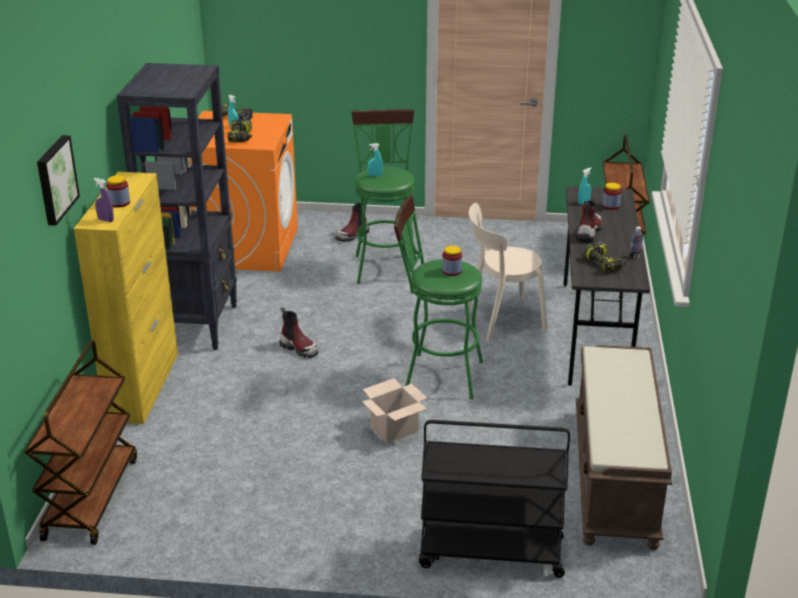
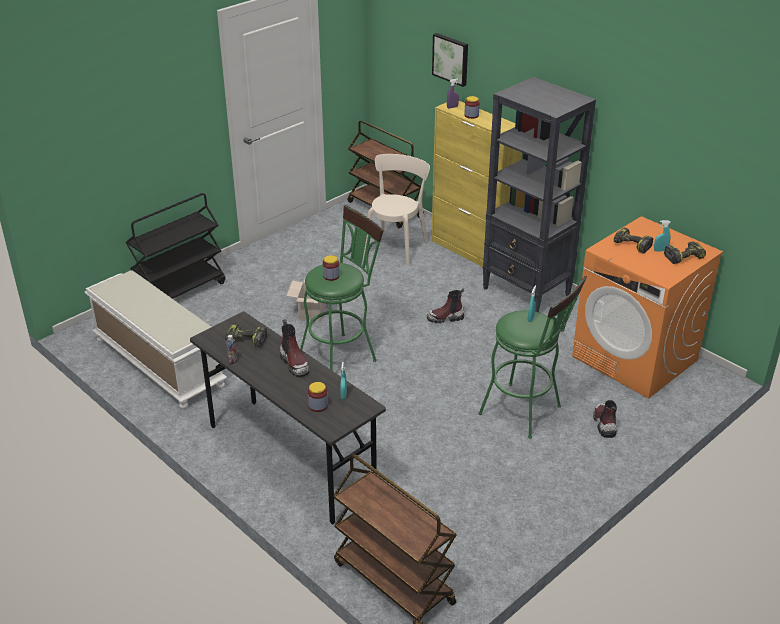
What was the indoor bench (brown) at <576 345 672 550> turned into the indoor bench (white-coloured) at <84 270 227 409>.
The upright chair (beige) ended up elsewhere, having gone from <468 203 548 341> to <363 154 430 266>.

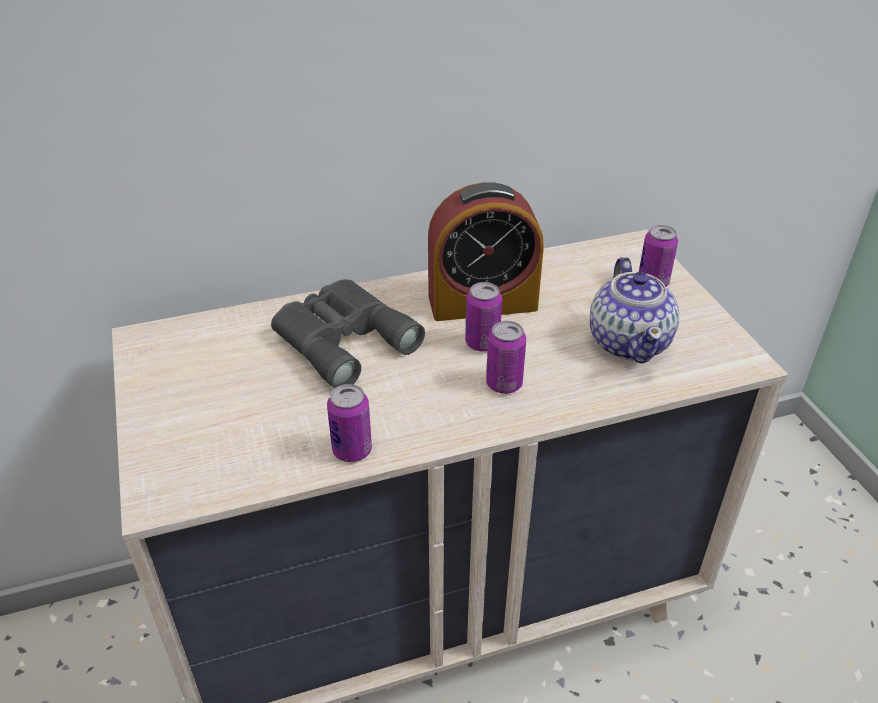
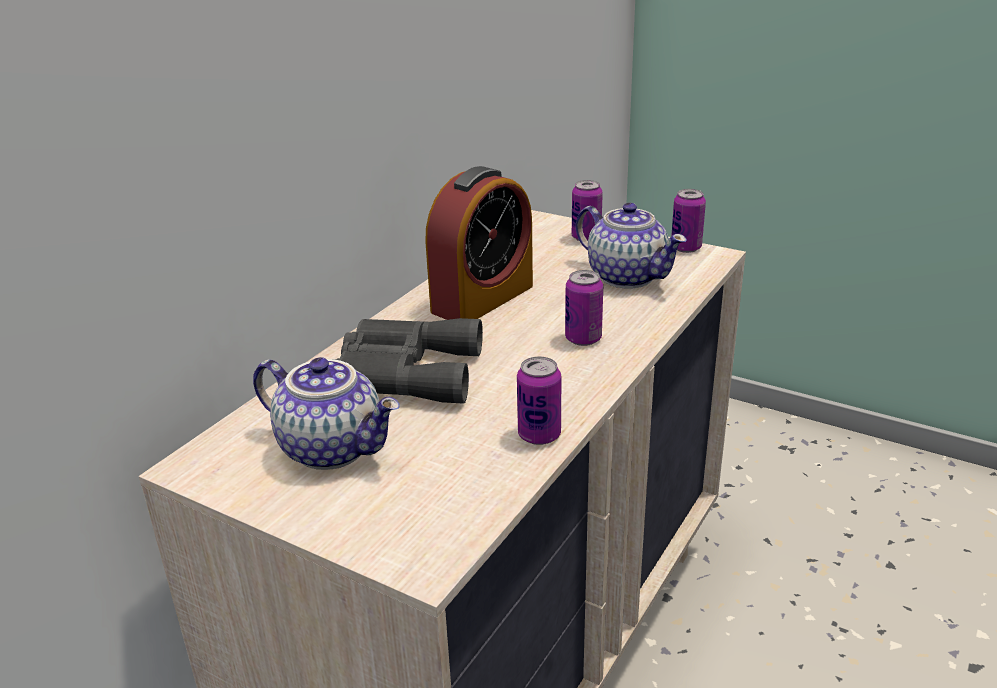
The second view gained the tea pot at <253 357 400 470>.
The metal can ended up elsewhere, having gone from <465 282 502 352> to <672 189 706 253>.

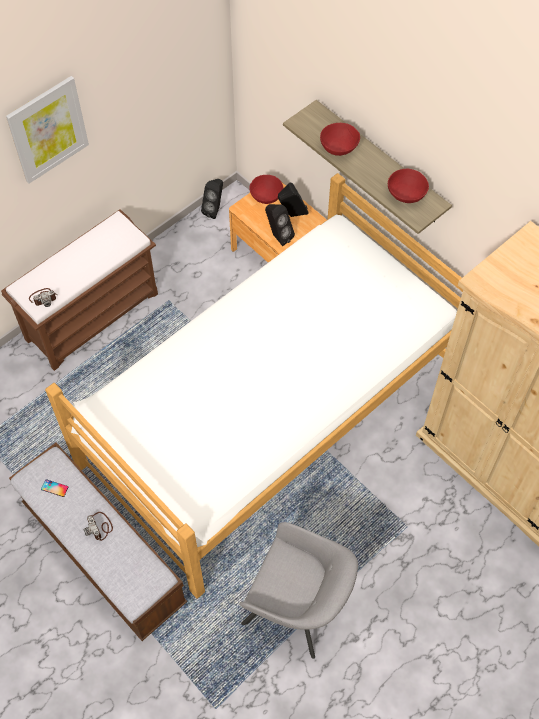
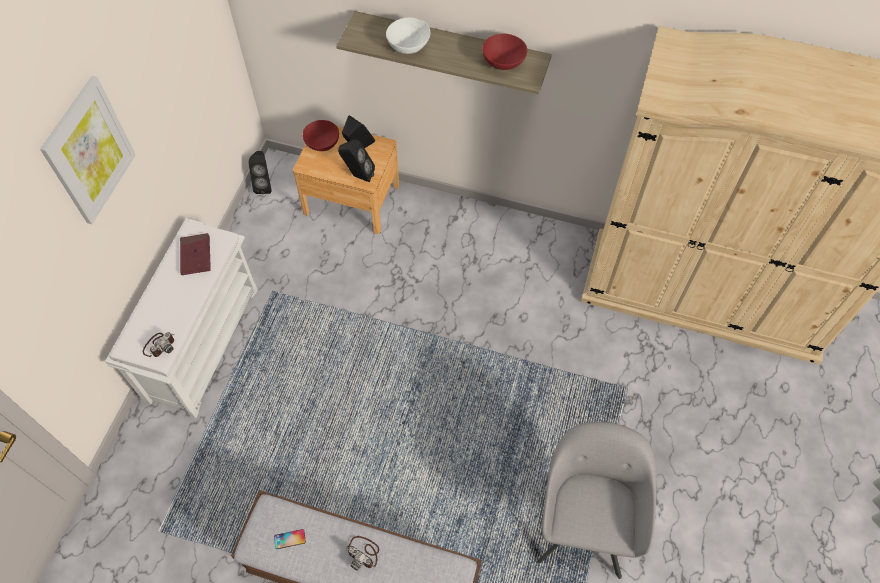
What was the indoor bench (brown) at <1 209 158 371> turned into the indoor bench (white-coloured) at <105 218 258 418>.
The second view gained the bound book (red-coloured) at <180 233 211 275>.
What was the serving bowl (red-coloured) at <320 123 360 156> turned into the serving bowl (white-coloured) at <386 17 430 54>.
The lounge chair (greyish) at <240 522 358 659> ended up facing another way, 75 degrees counterclockwise from before.
The second view lost the sleeping bed at <45 173 463 599>.

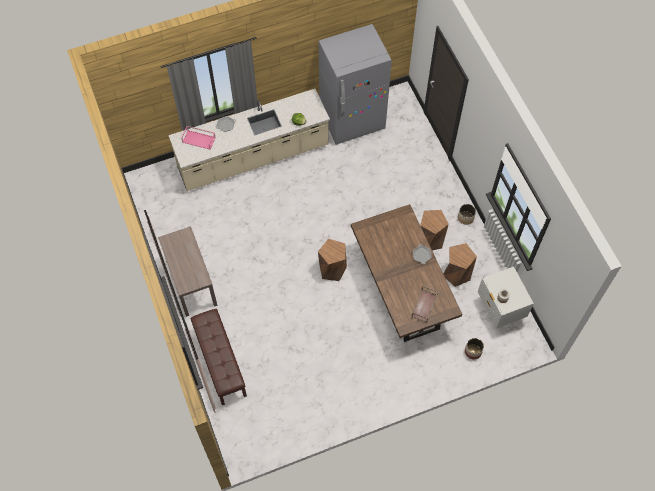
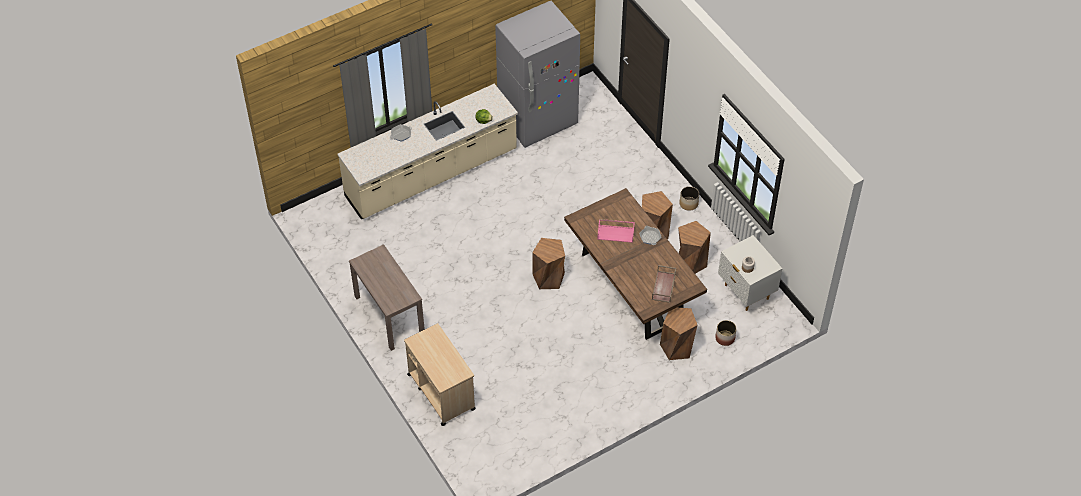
Where the indoor bench (brown) stood at <191 309 247 405>, the wheeled cart (beige) came to stand at <404 323 476 426>.
The serving tray (pinkish) ended up elsewhere, having gone from <182 126 216 150> to <597 219 635 243>.
The second view gained the stool seat (brown) at <660 308 697 360>.

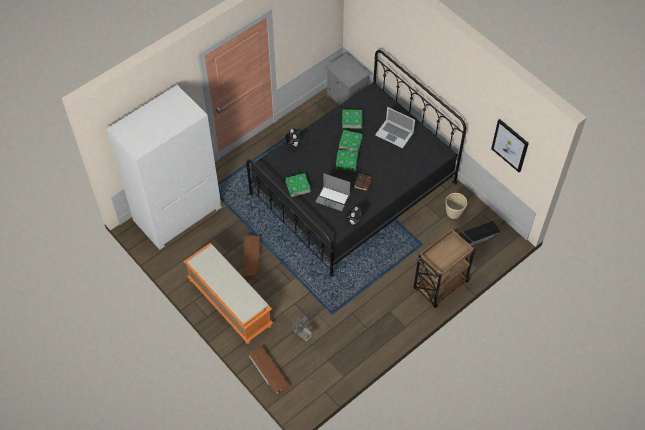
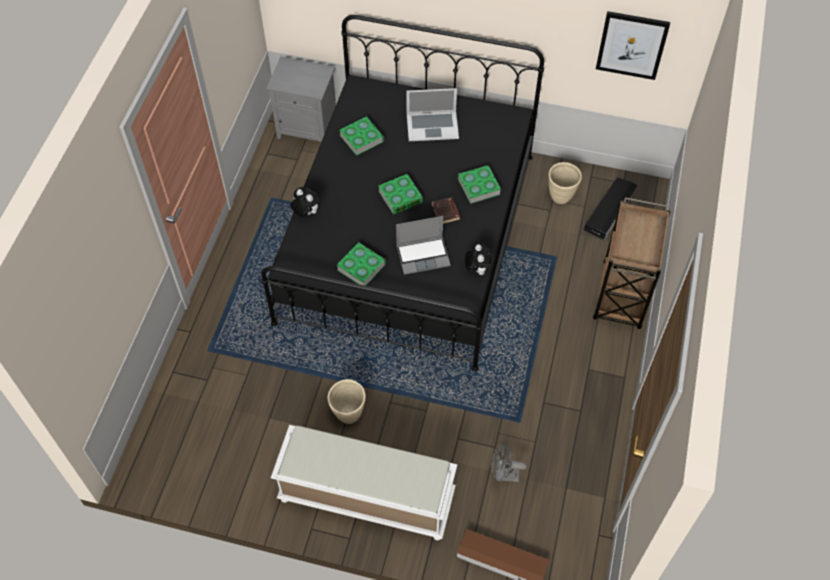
What was the indoor bench (orange) at <184 243 273 344> turned into the indoor bench (white-coloured) at <271 425 457 540>.
Where the storage container (brown) stood at <243 235 260 280>, the plant pot (beige) came to stand at <328 379 366 424>.
The bound book ended up elsewhere, having gone from <339 130 363 152> to <458 165 501 204>.
The second view lost the clothes cupboard (white-coloured) at <107 85 222 250>.

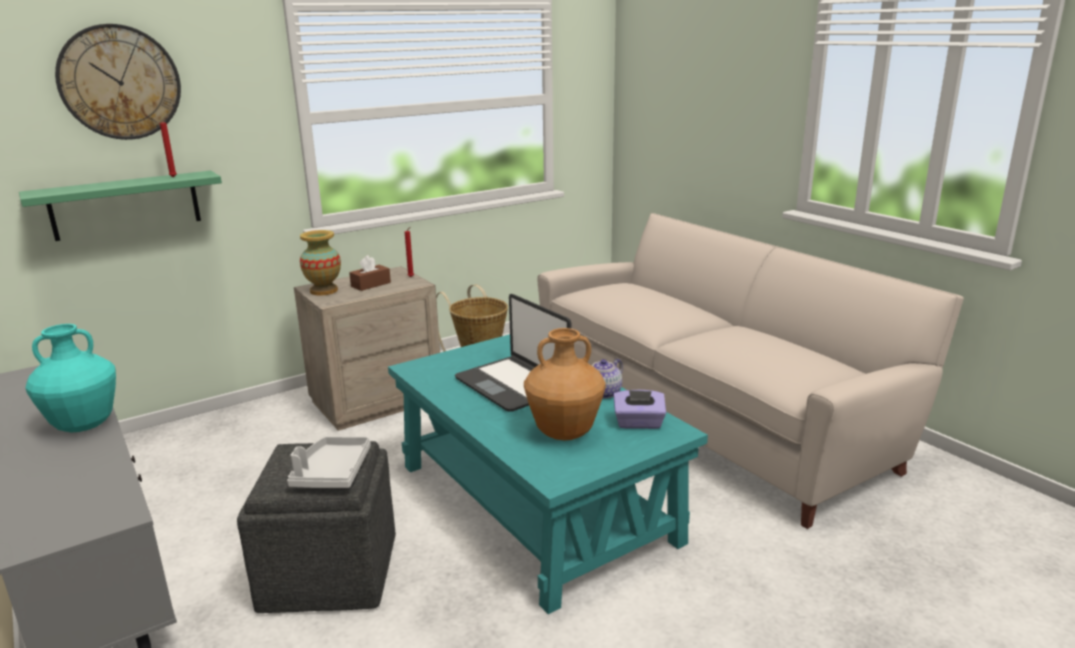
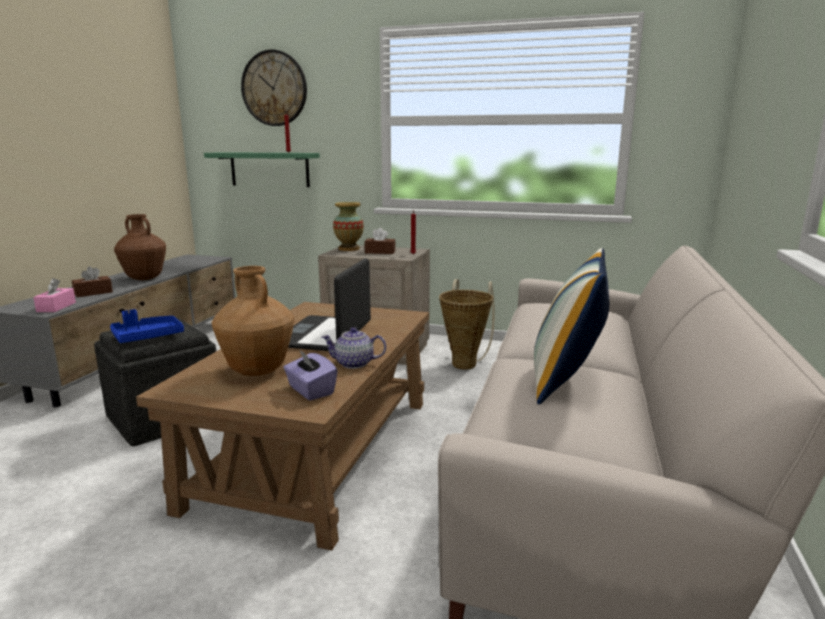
The second view gained the tissue box (pinkish) at <33 278 76 312>.
The second view gained the tissue box (brown) at <72 266 113 297>.
What was the serving tray (greyish) at <287 437 371 488> turned into the serving tray (bluish) at <110 309 184 343>.
What was the flower vase (turquoise) at <25 324 116 432> turned into the flower vase (brown) at <114 214 166 280>.
What was the lounge table (turquoise) at <388 334 708 614> turned into the lounge table (brown) at <136 302 429 550>.
The second view gained the pillow at <534 248 609 404>.

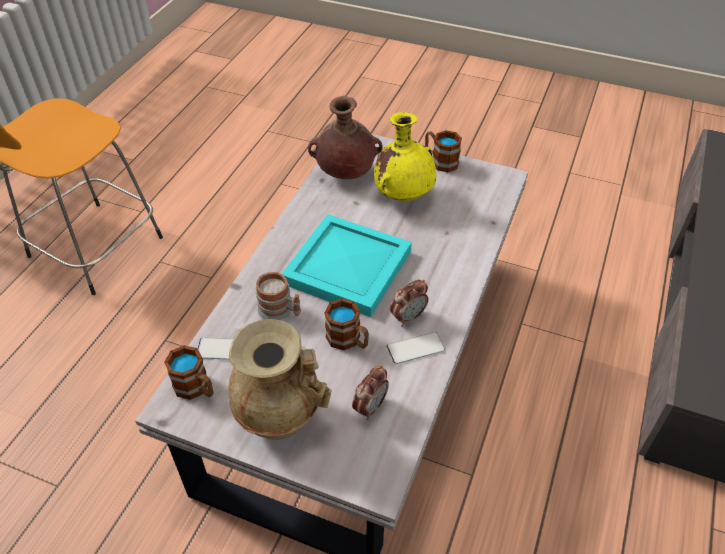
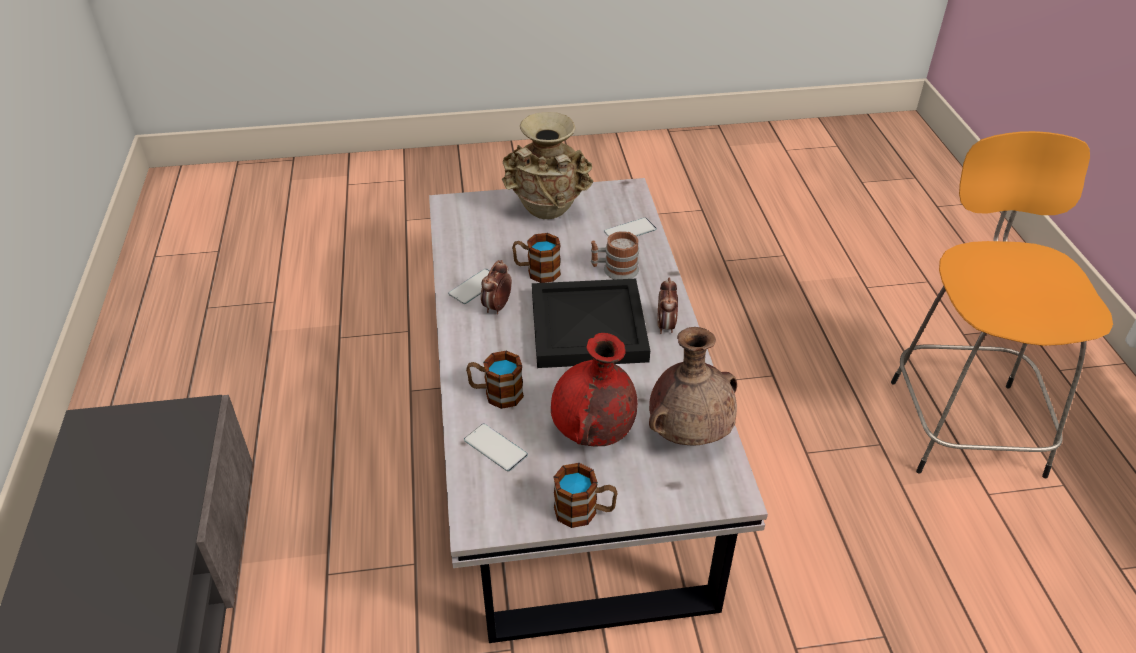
The second view gained the phone at <464 424 528 472>.
The coffee mug ended up elsewhere, having gone from <164 345 214 400> to <466 351 524 409>.
What was the serving tray (turquoise) at <282 214 412 317> turned into the serving tray (blackish) at <532 279 650 368>.
What was the flower vase (yellow-coloured) at <374 112 436 201> turned into the flower vase (red-coloured) at <551 333 638 446>.
The alarm clock ended up elsewhere, having gone from <352 365 389 420> to <657 278 678 334>.

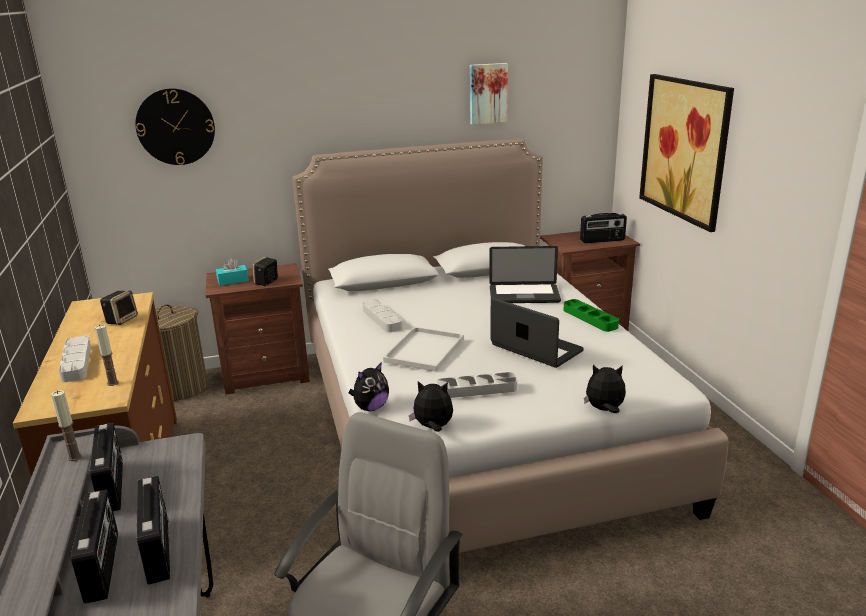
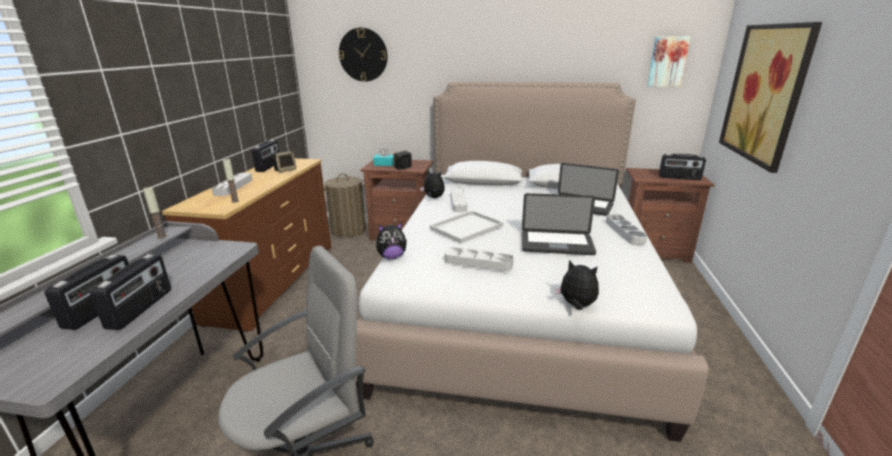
The radio set ended up elsewhere, having gone from <90 423 123 512> to <252 140 279 172>.
The cuddly toy ended up elsewhere, having gone from <409 381 453 432> to <420 169 445 198>.
The notebook computer at <490 298 584 368> ended up facing another way, 120 degrees clockwise from before.
What was the serving tray (green) at <563 299 619 332> turned into the serving tray (greyish) at <606 214 647 245>.
The wall picture ended up elsewhere, having gone from <470 63 508 125> to <647 36 691 87>.

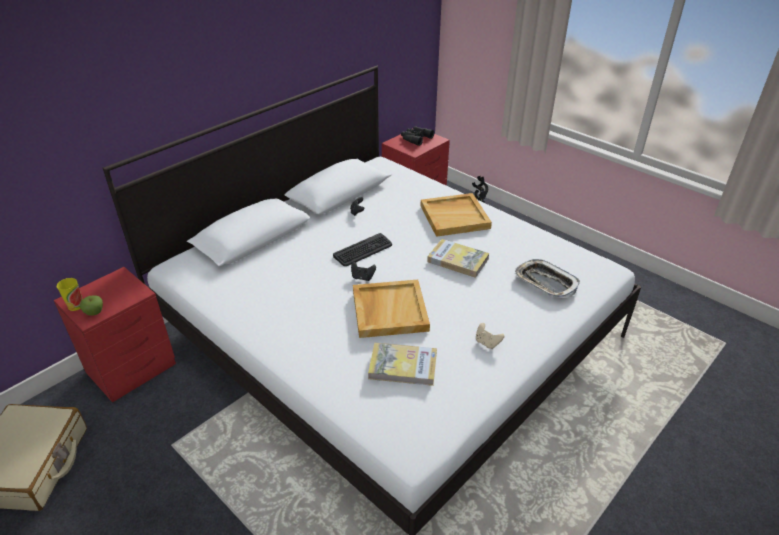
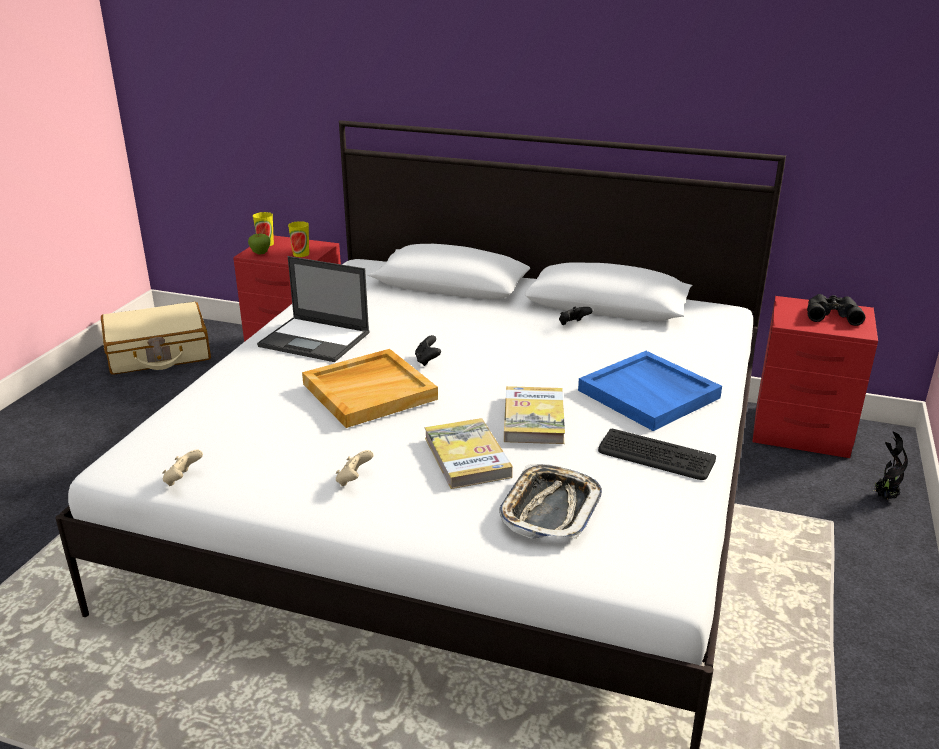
The second view gained the game controller (beige) at <162 450 203 486>.
The second view gained the notebook computer at <257 256 370 362>.
The second view gained the drinking cup at <288 221 309 257>.
The bound book ended up elsewhere, having gone from <368 343 437 386> to <425 418 513 489>.
What was the serving tray (beige) at <420 193 492 237> turned into the serving tray (bluish) at <578 351 722 431>.
The computer keyboard ended up elsewhere, having gone from <333 233 392 266> to <598 429 716 480>.

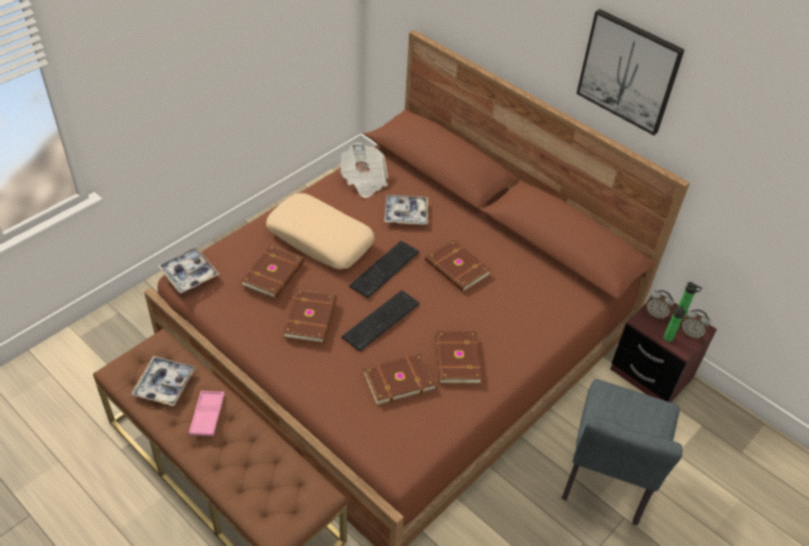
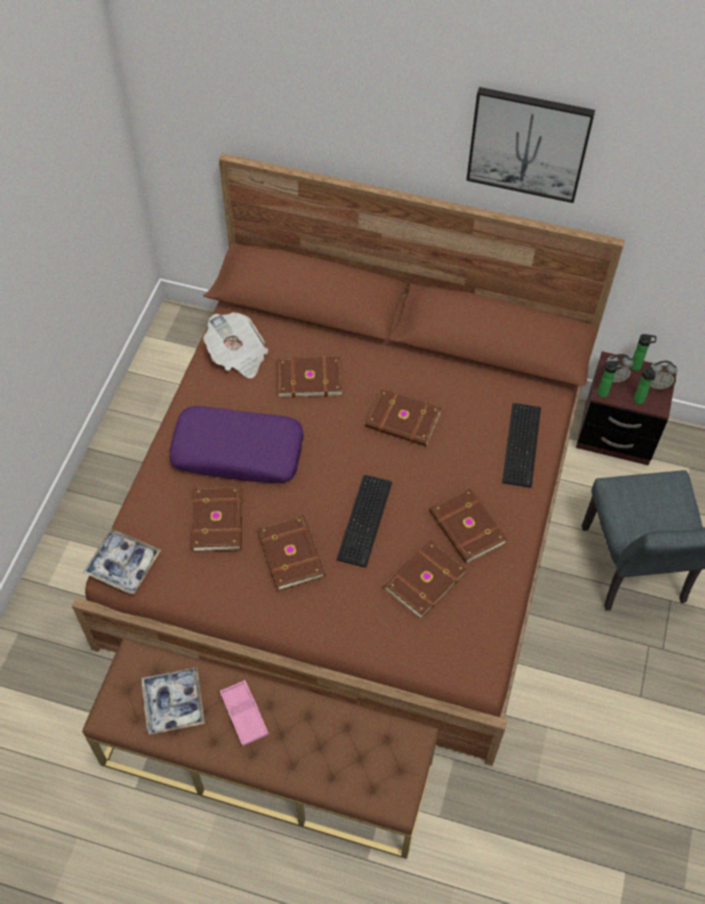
What was the pillow (beige) at <266 193 375 269> turned into the pillow (purple) at <169 406 303 483>.
Where the serving tray stood at <384 195 428 225>, the bound book (brown) came to stand at <278 357 342 398>.
The computer keyboard ended up elsewhere, having gone from <349 241 419 298> to <502 403 541 488>.
The second view gained the bottle at <597 361 623 397>.

